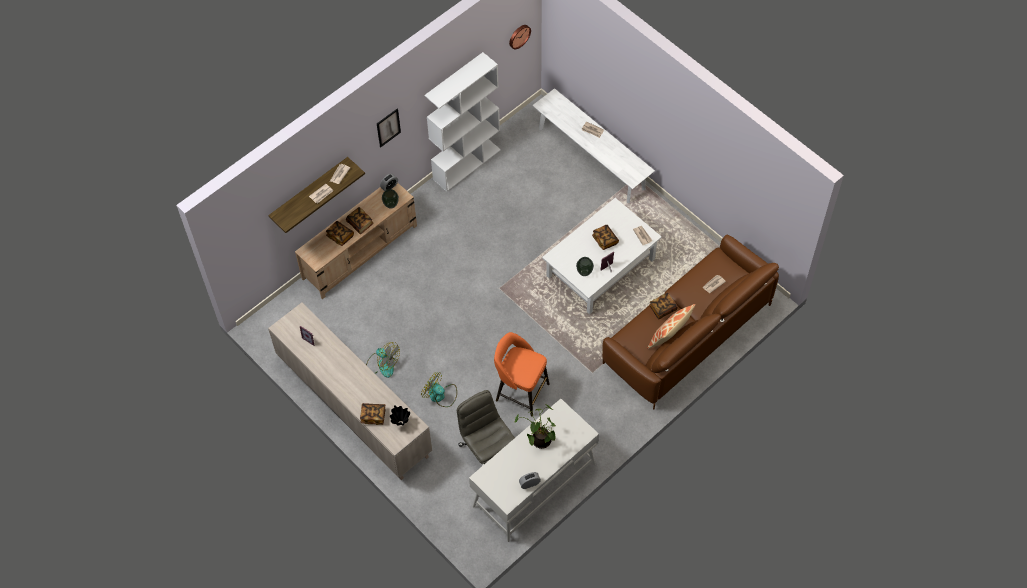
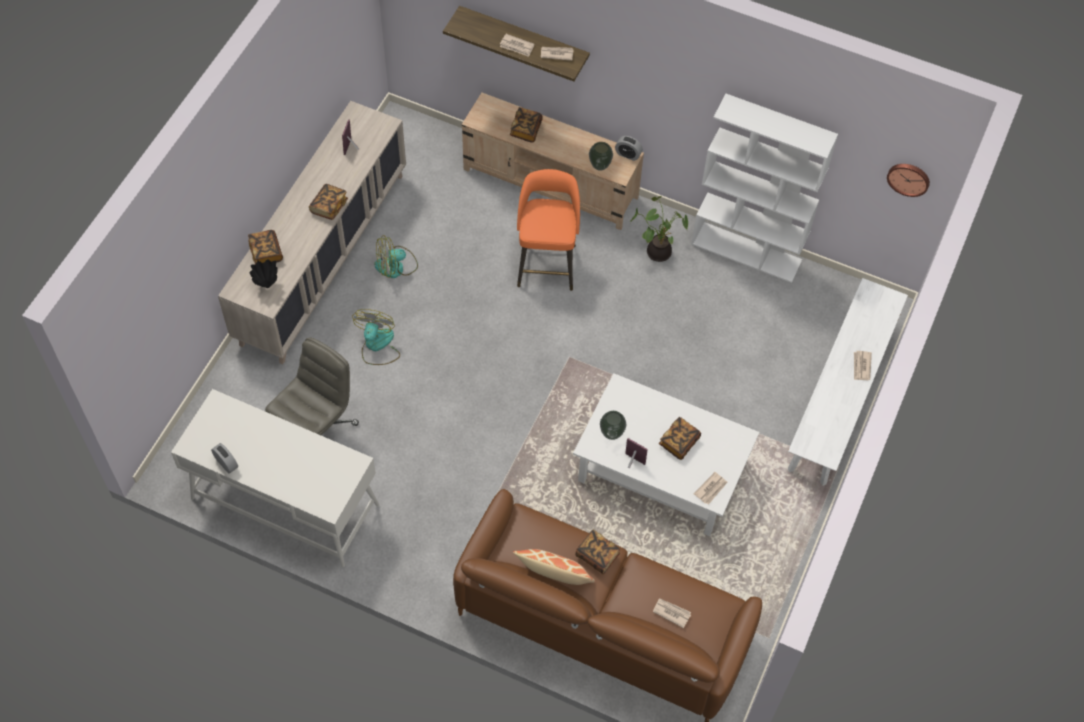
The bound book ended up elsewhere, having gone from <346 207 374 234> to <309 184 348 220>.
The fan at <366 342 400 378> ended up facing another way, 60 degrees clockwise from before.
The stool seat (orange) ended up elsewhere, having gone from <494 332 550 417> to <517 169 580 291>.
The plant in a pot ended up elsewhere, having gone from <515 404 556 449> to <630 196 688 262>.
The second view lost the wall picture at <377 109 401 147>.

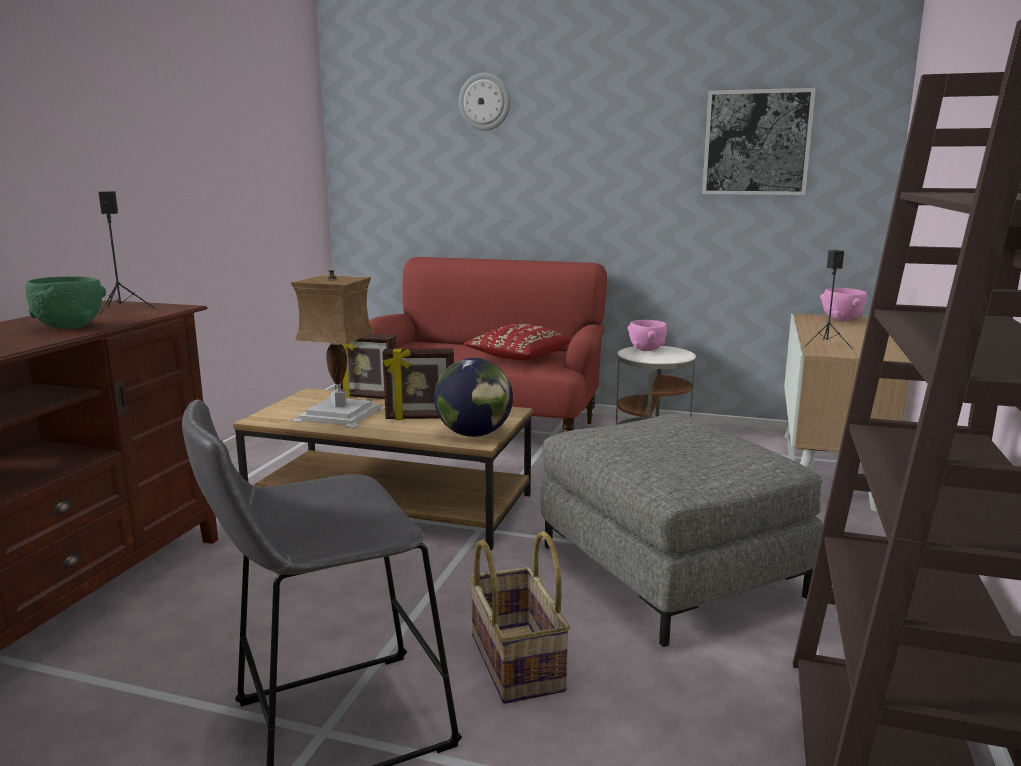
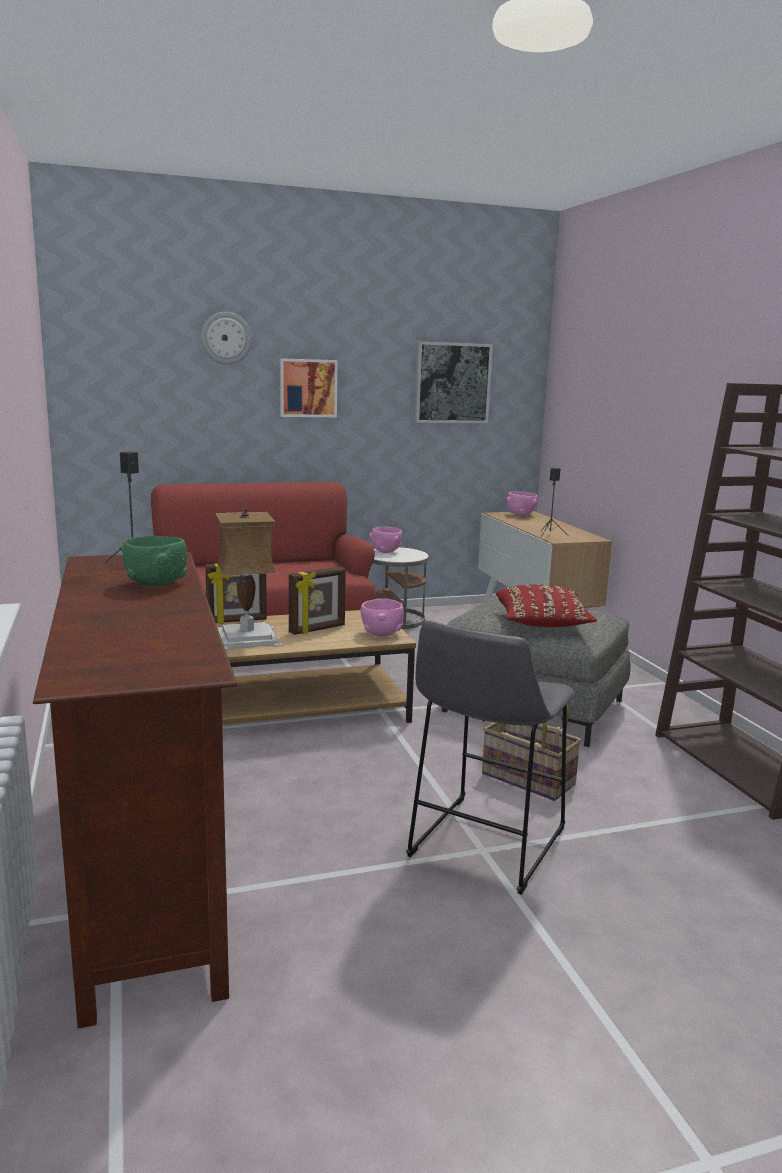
The second view gained the wall picture at <280 358 338 417>.
Where the desk globe stood at <434 358 513 437>, the serving bowl (pinkish) came to stand at <360 599 404 636>.
The pillow (red-coloured) ended up elsewhere, having gone from <464 323 571 360> to <496 585 597 627>.

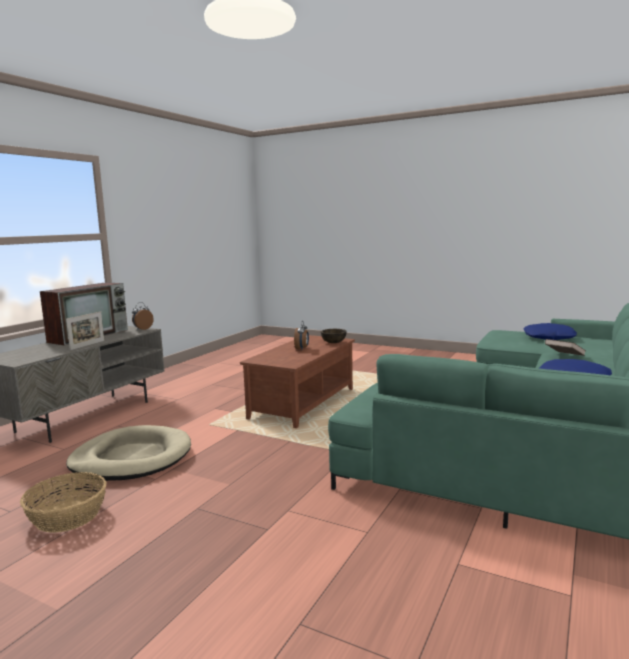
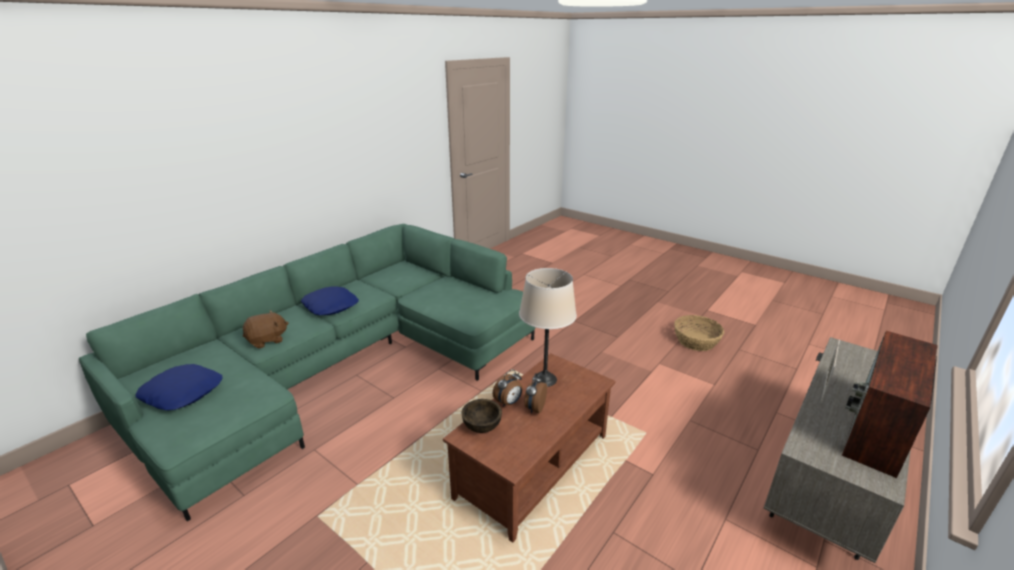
Where the bound book (brown) stood at <545 339 586 356>, the cuddly toy (brown) came to stand at <243 310 289 349>.
The alarm clock ended up elsewhere, having gone from <132 302 154 330> to <493 370 523 407>.
The second view gained the lamp for a table (beige) at <519 268 577 387>.
The second view lost the dog cushion (beige) at <66 425 191 481>.

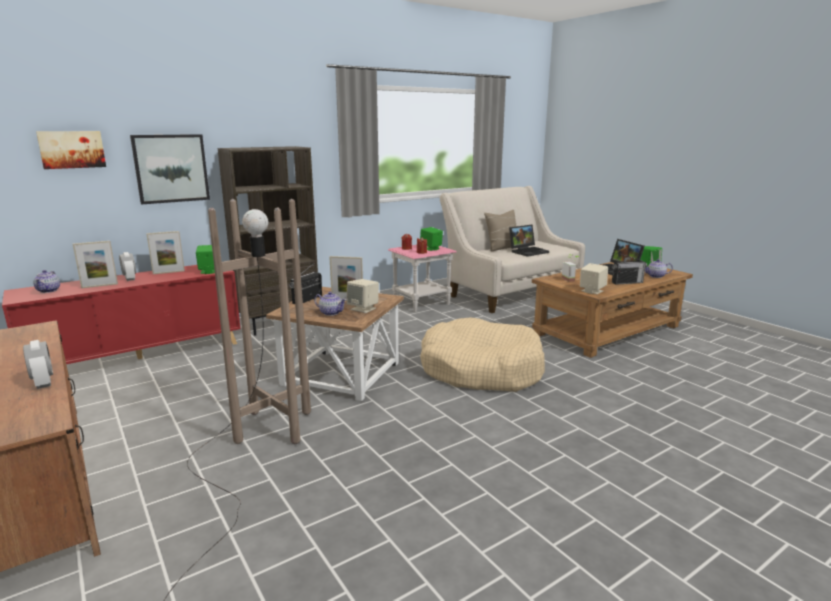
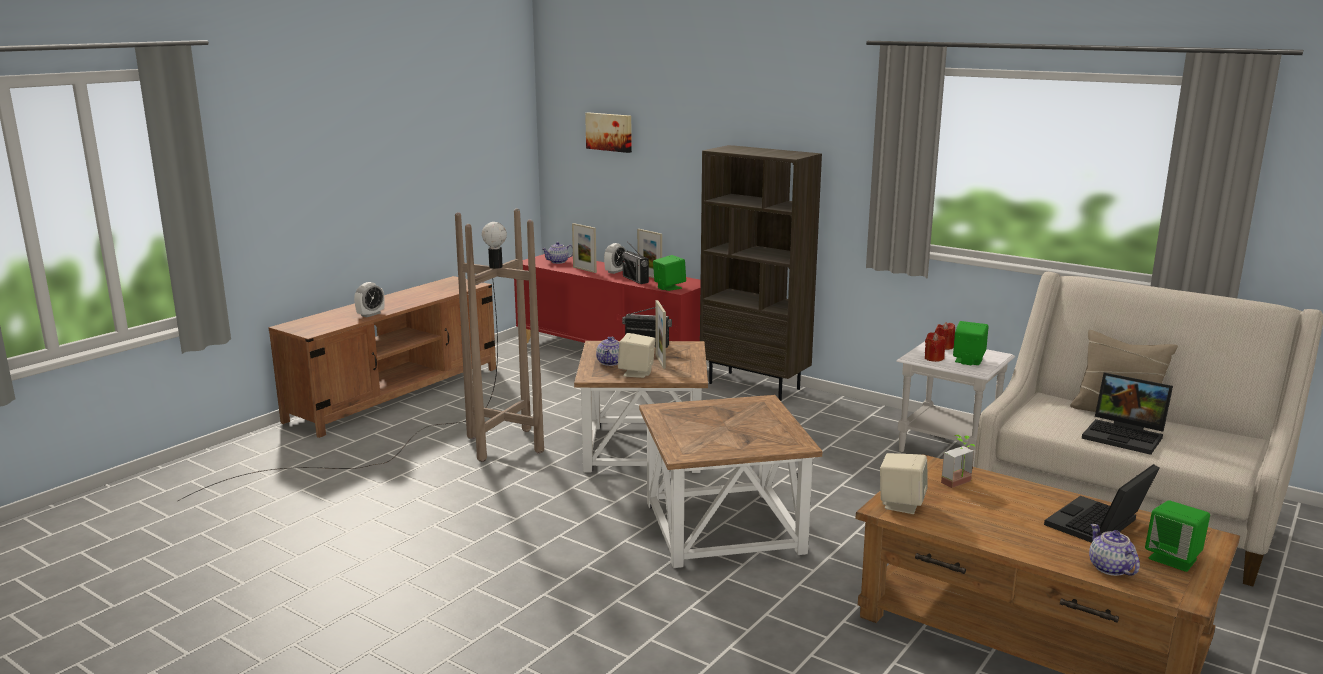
The radio set ended up elsewhere, having gone from <612 254 647 285> to <622 241 649 284>.
Where the dog cushion (beige) stood at <420 317 545 392>, the end table (brown) came to stand at <639 395 822 568>.
What was the end table (pinkish) at <388 245 457 313> turned into the end table (white-coloured) at <896 342 1015 467>.
The second view lost the wall picture at <130 134 210 204>.

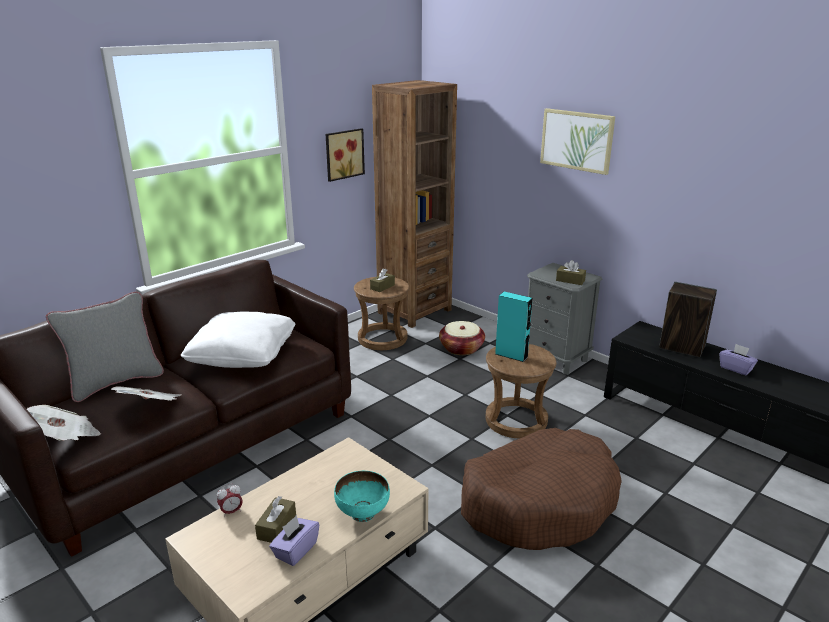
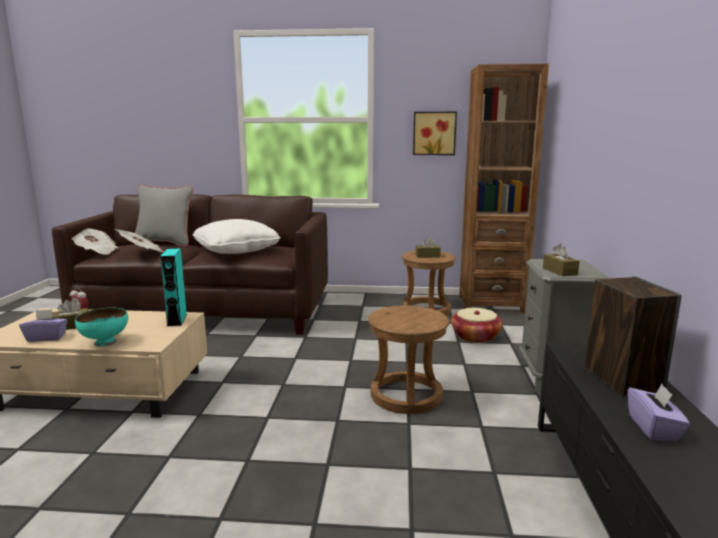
The audio speaker (turquoise) ended up elsewhere, having gone from <495 292 532 362> to <160 248 187 327>.
The second view lost the dog cushion (brown) at <461 428 622 550>.
The second view lost the wall picture at <540 108 615 175>.

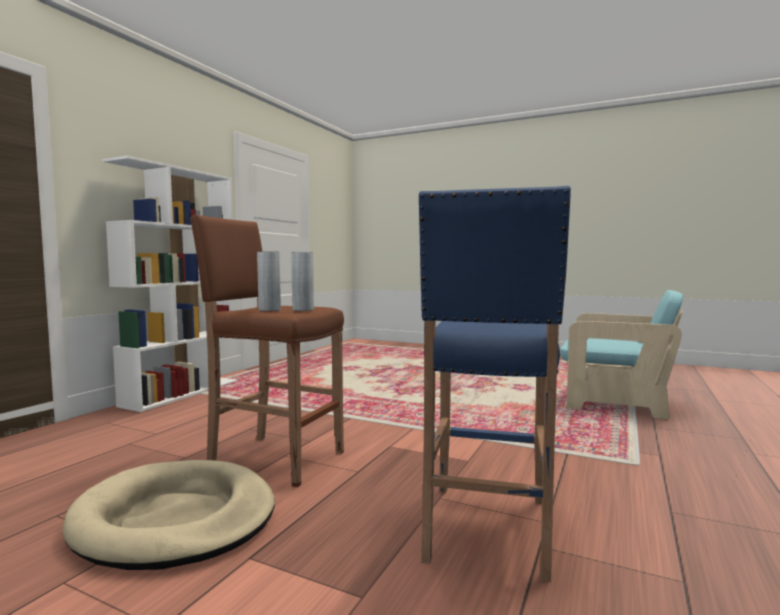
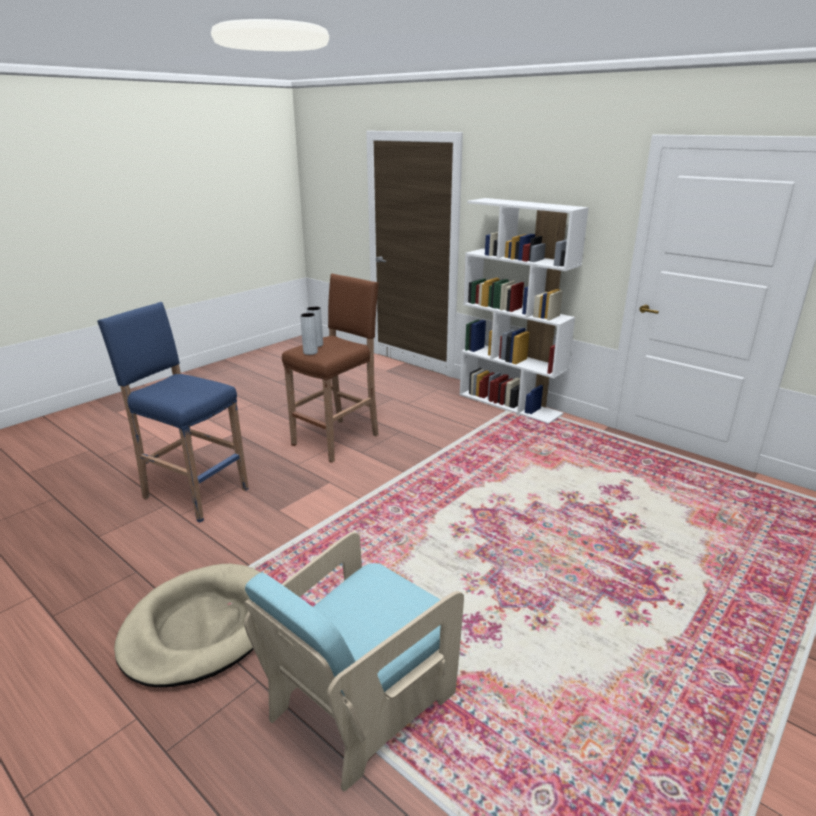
The dog cushion (beige) ended up elsewhere, having gone from <62 460 275 570> to <114 564 262 687>.

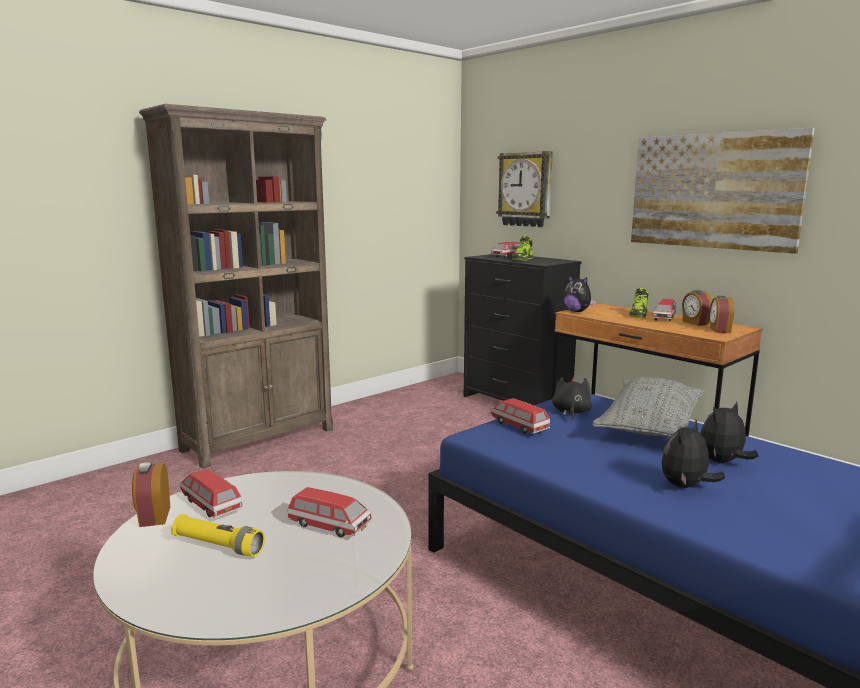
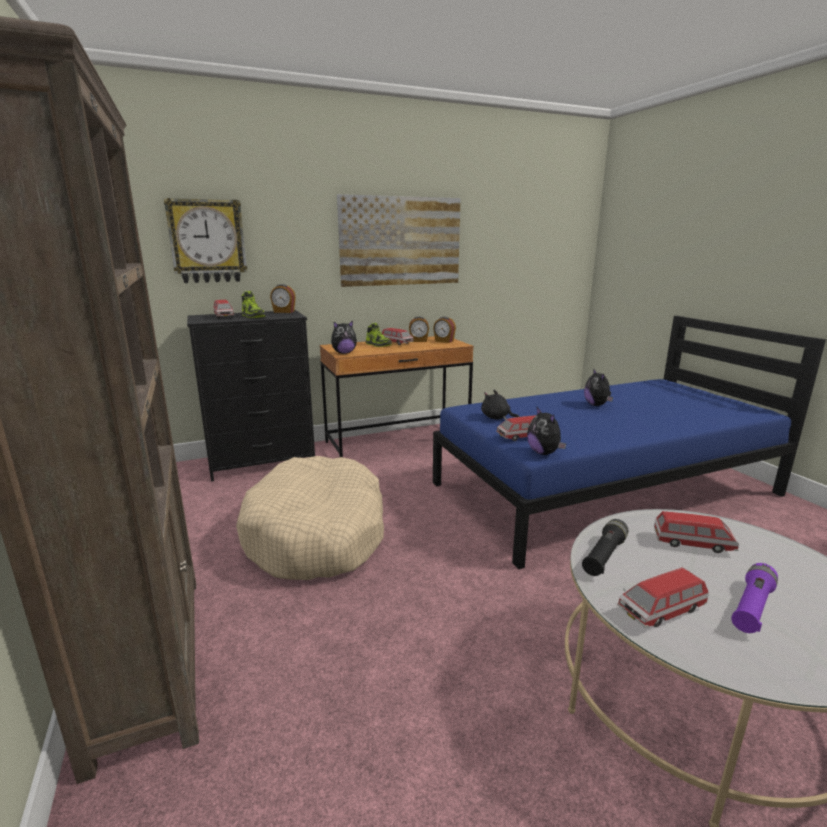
The second view gained the dog cushion (beige) at <236 456 384 580>.
The alarm clock ended up elsewhere, having gone from <132 462 170 527> to <270 284 296 313>.
The cuddly toy ended up elsewhere, having gone from <661 420 725 488> to <527 407 566 455>.
The second view gained the torch (blackish) at <582 519 628 576>.
The toy car at <287 487 372 537> ended up facing another way, 60 degrees clockwise from before.
What was the torch (yellow-coloured) at <171 514 265 557> turned into the torch (purple) at <731 563 778 633>.
The second view lost the pillow (greyish) at <593 377 704 437>.

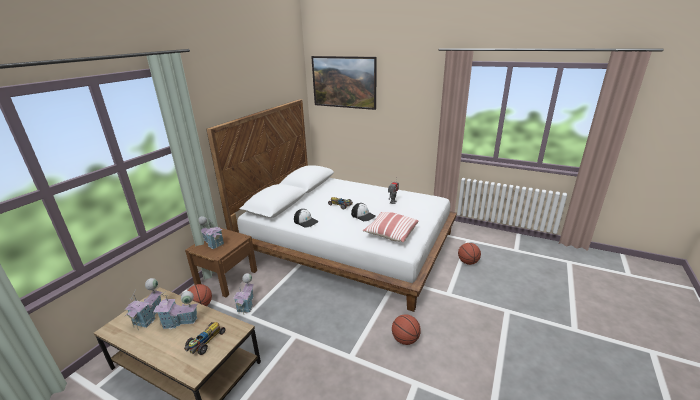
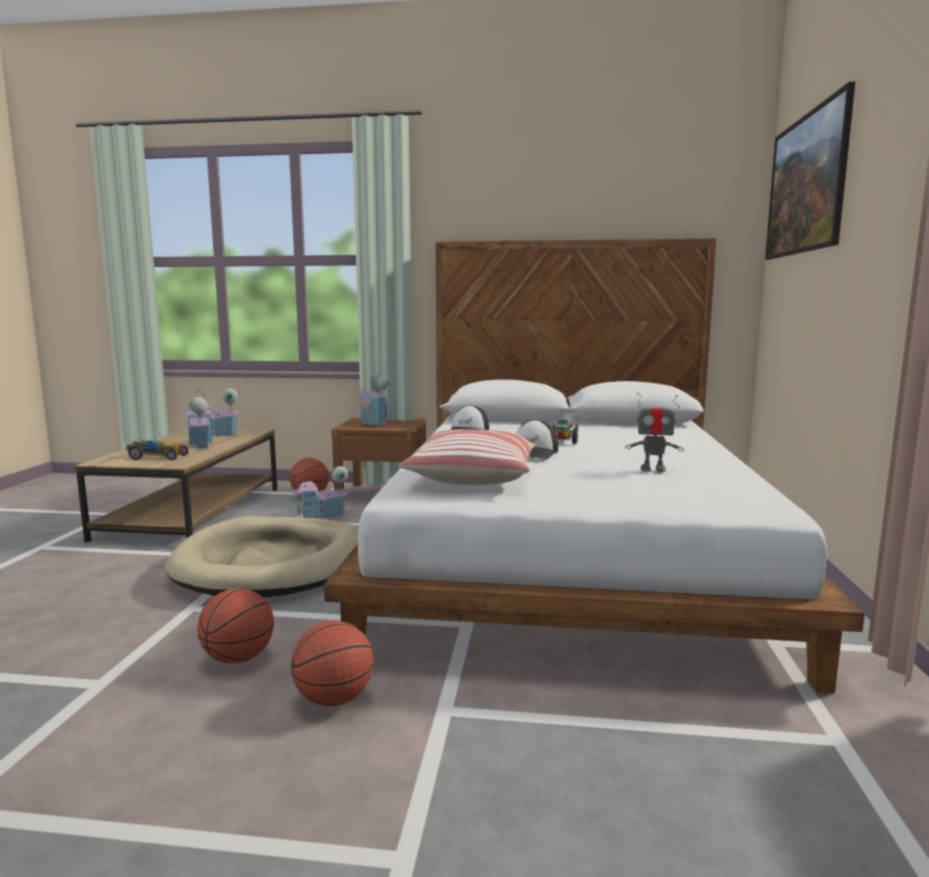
The second view gained the dog cushion (beige) at <165 516 359 598>.
The basketball ball ended up elsewhere, having gone from <458 243 481 265> to <291 621 374 706>.

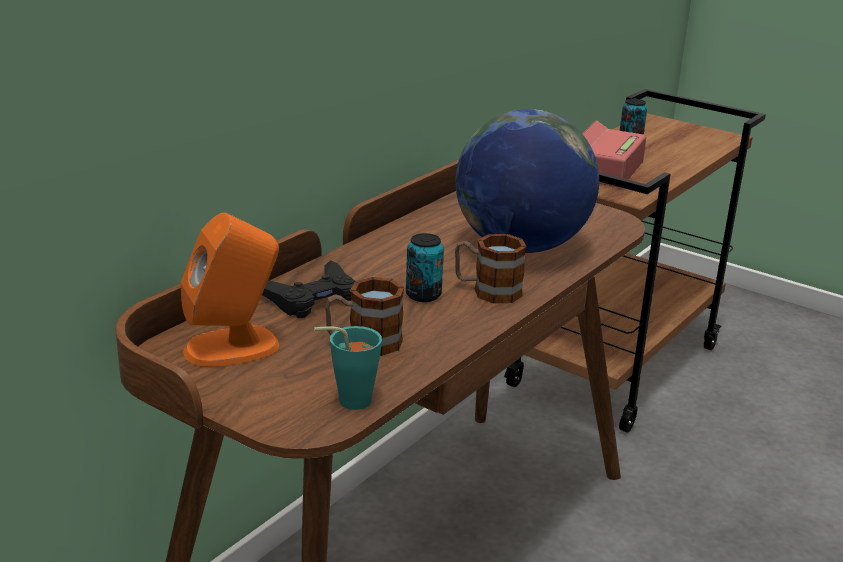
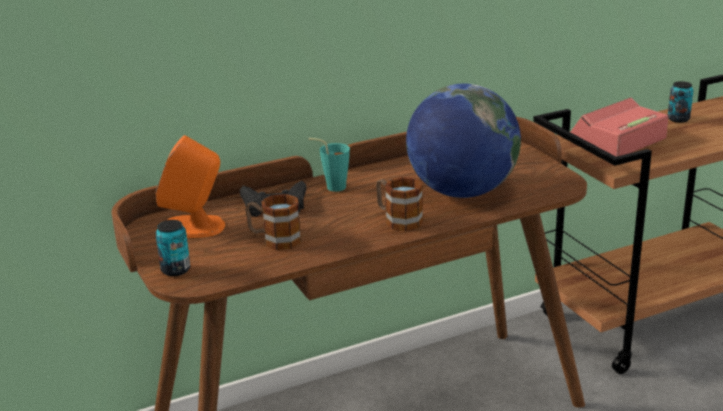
The metal can ended up elsewhere, having gone from <406 233 444 302> to <155 220 190 276>.
The drinking cup (turquoise) ended up elsewhere, having gone from <314 326 382 410> to <308 138 350 192>.

